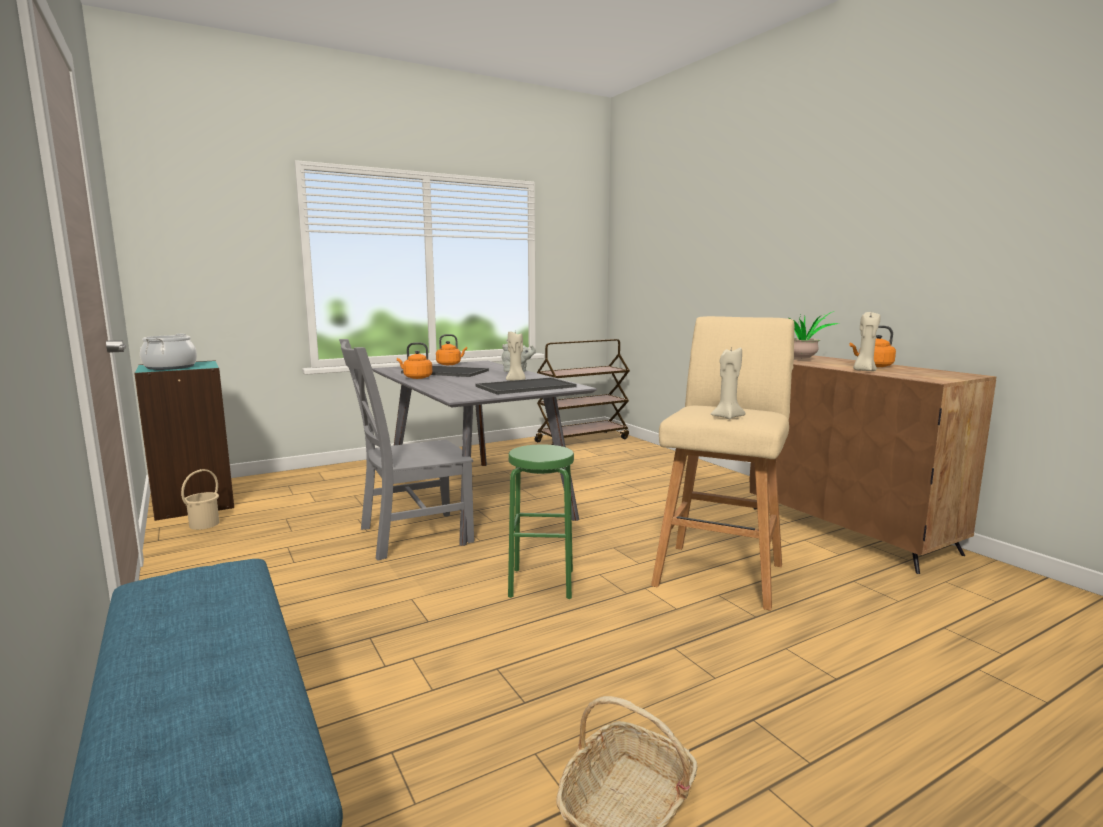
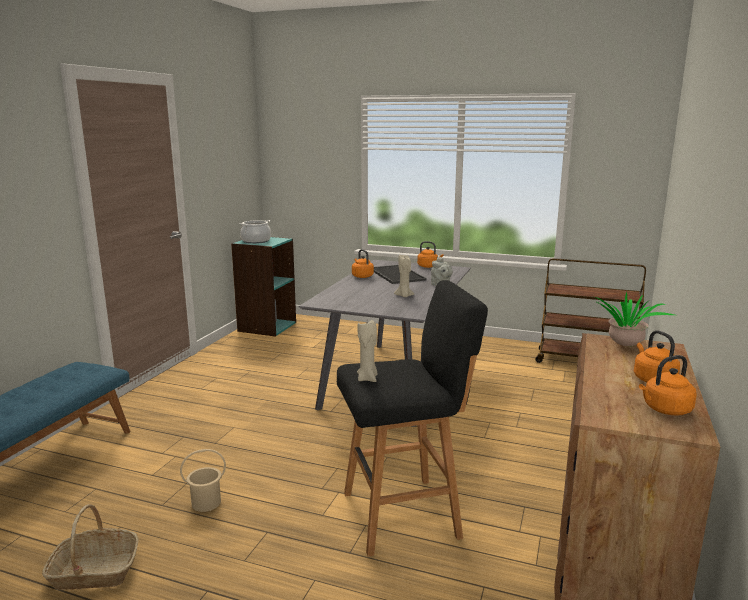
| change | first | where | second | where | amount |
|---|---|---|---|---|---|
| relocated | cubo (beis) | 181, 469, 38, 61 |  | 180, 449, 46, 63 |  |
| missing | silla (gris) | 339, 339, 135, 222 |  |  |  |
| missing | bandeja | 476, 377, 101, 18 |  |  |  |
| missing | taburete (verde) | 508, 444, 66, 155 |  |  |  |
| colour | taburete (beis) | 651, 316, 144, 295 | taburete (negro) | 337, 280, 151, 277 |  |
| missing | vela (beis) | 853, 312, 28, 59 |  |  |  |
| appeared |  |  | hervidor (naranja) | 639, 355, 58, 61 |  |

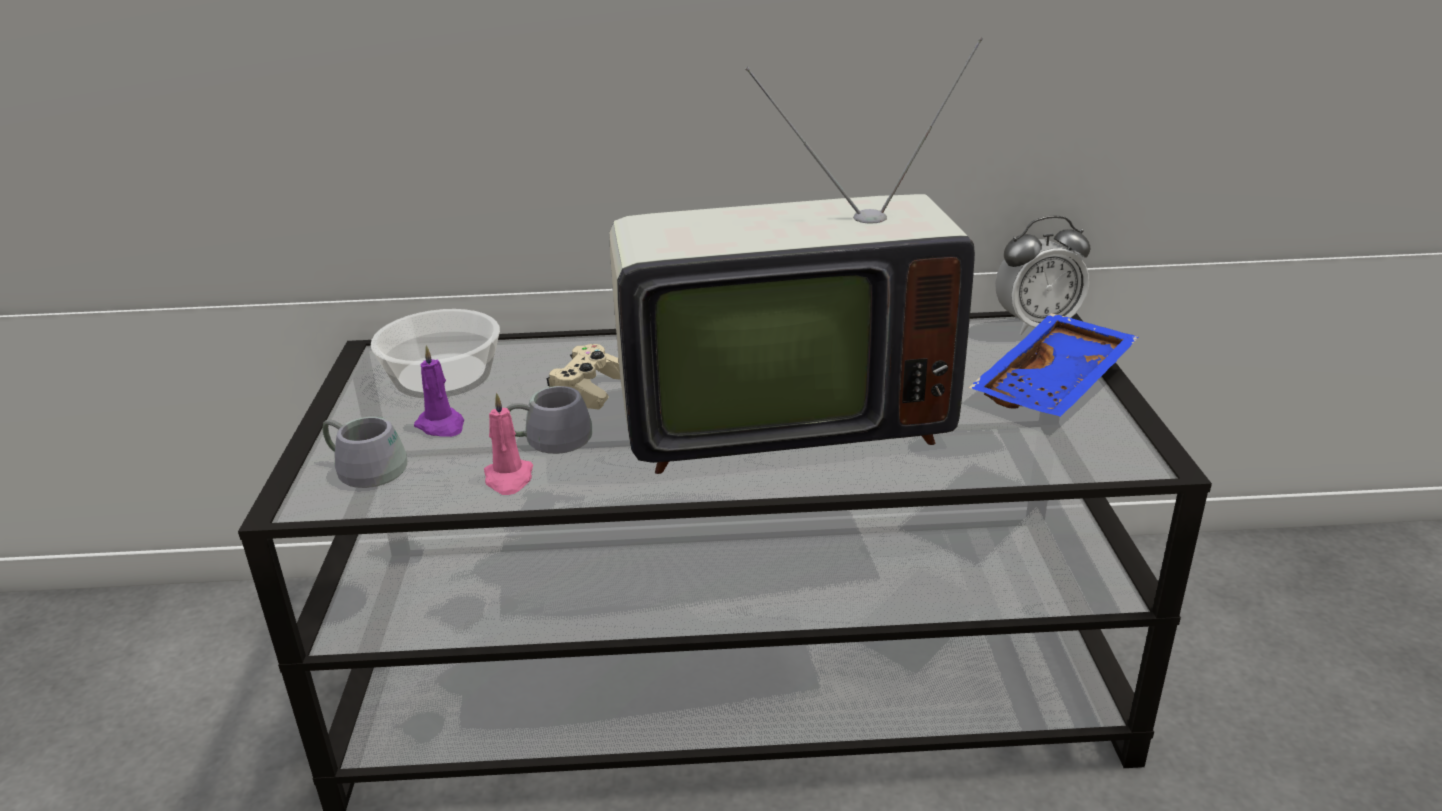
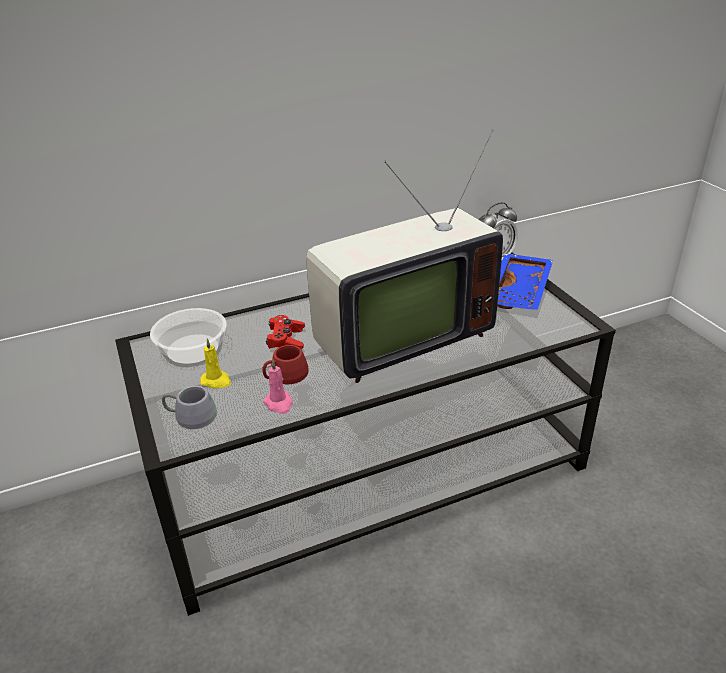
| change | first | where | second | where | amount |
|---|---|---|---|---|---|
| colour | vela (morado) | 414, 345, 50, 92 | vela (amarillo) | 200, 338, 31, 50 |  |
| colour | taza grande (gris) | 507, 386, 85, 68 | taza grande (rojo) | 262, 345, 46, 39 |  |
| colour | mando de consola (beis) | 547, 344, 74, 66 | mando de consola (rojo) | 266, 315, 39, 35 |  |

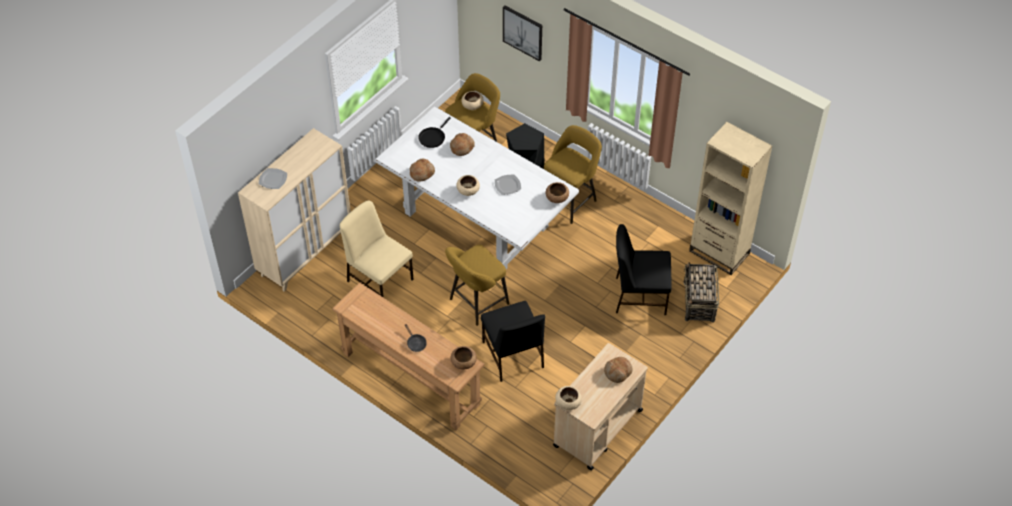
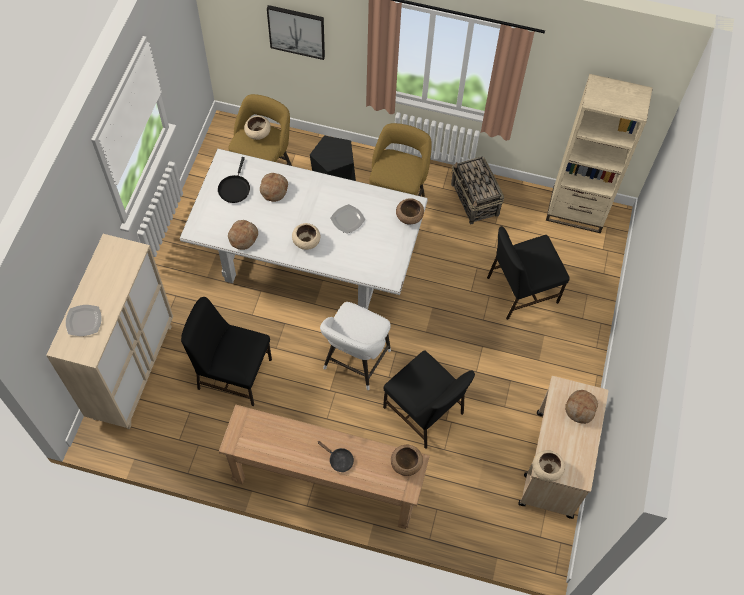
| change | first | where | second | where | amount |
|---|---|---|---|---|---|
| colour | silla (beis) | 340, 200, 74, 98 | silla (negro) | 181, 297, 91, 109 |  |
| colour | taburete (amarillo) | 445, 245, 64, 81 | taburete (blanco) | 320, 302, 71, 88 |  |
| relocated | cesta | 683, 262, 36, 60 |  | 451, 156, 53, 68 |  |

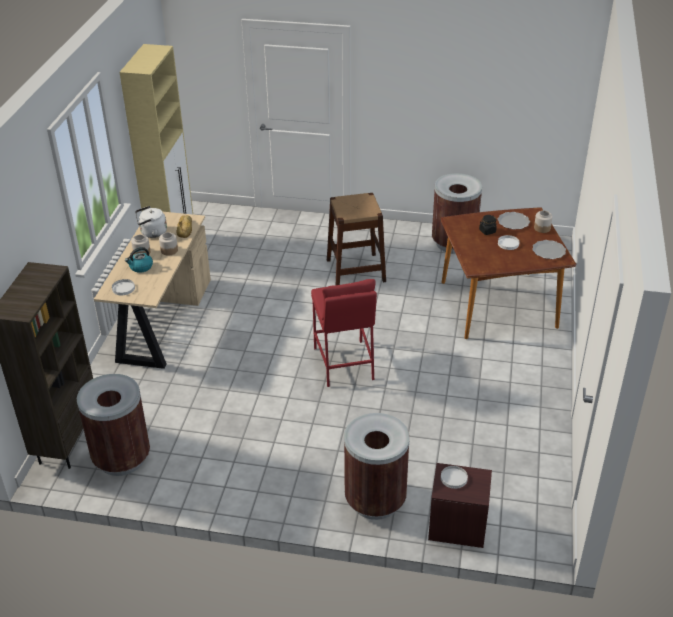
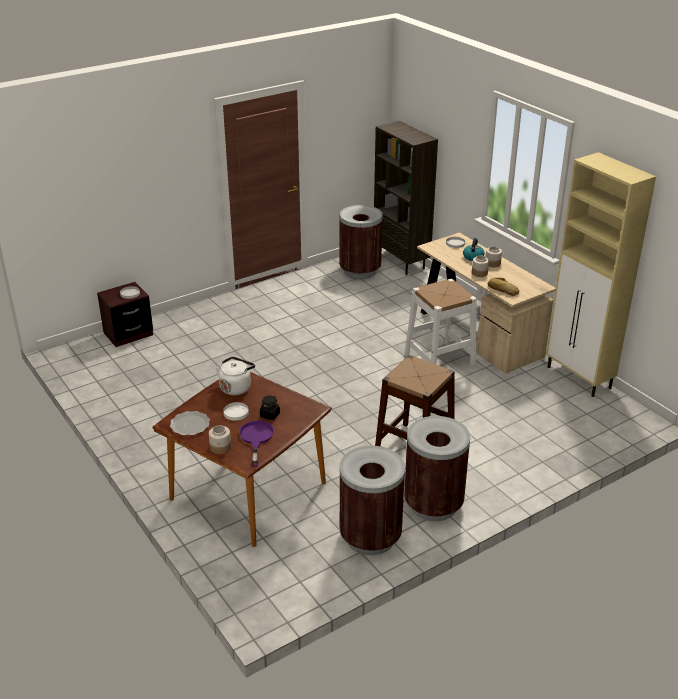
| change | first | where | second | where | amount |
|---|---|---|---|---|---|
| relocated | hervidor (blanco) | 135, 206, 32, 32 |  | 215, 357, 40, 38 |  |
| missing | taburete (rojo) | 311, 279, 66, 108 |  |  |  |
| relocated | papelera (marrón) | 344, 413, 66, 107 |  | 404, 416, 66, 105 |  |
| exchanged | plato | 497, 212, 33, 17 | sartén (morado) | 239, 420, 35, 47 |  |
| appeared |  |  | taburete (blanco) | 404, 279, 73, 90 |  |

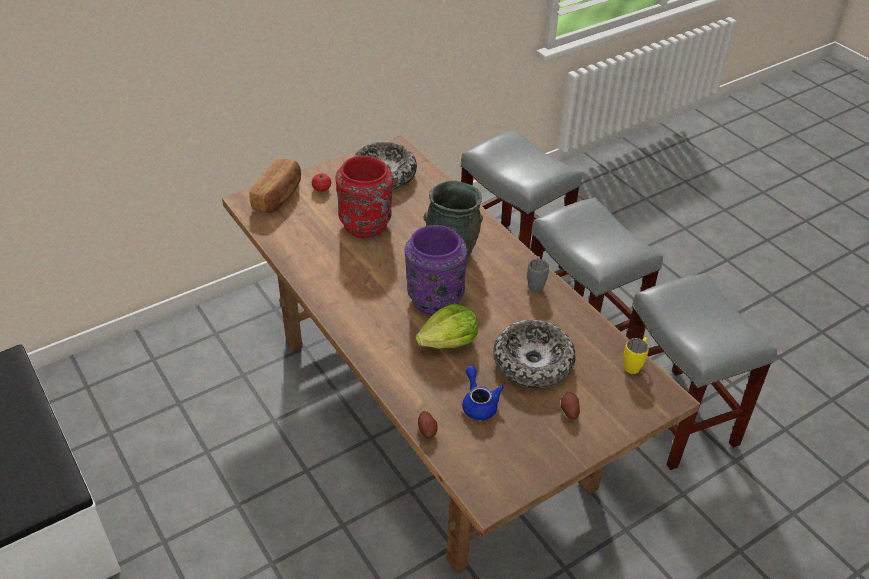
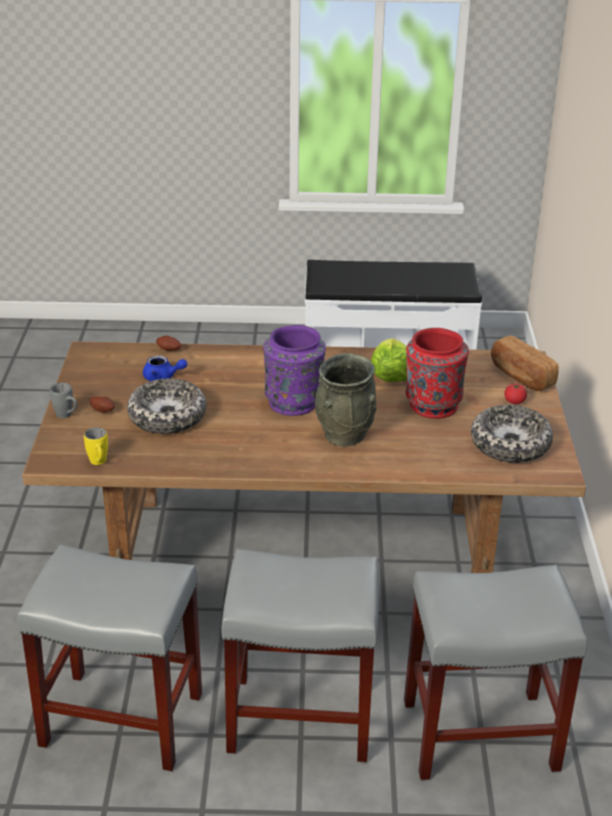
| change | first | where | second | where | amount |
|---|---|---|---|---|---|
| relocated | lechuga | 416, 304, 62, 45 |  | 371, 338, 36, 44 |  |
| relocated | taza grande (gris) | 527, 256, 22, 36 |  | 50, 382, 27, 36 |  |

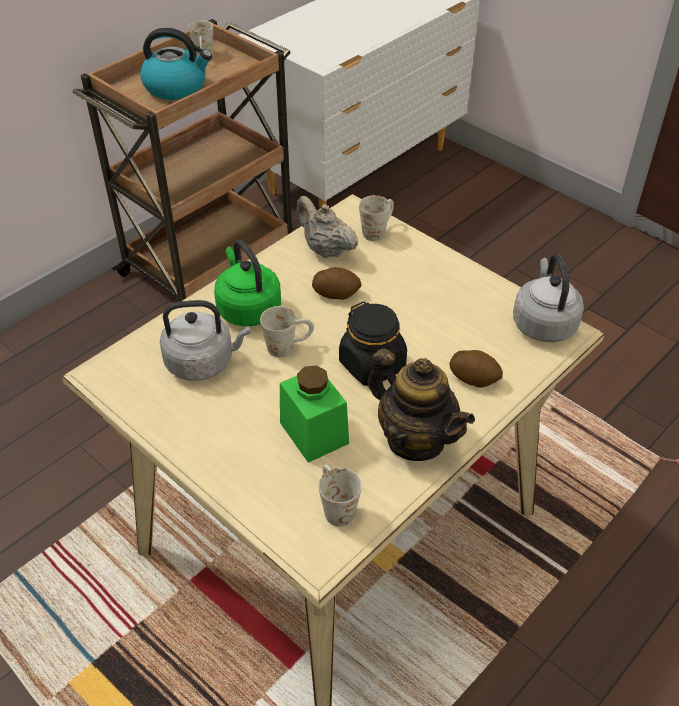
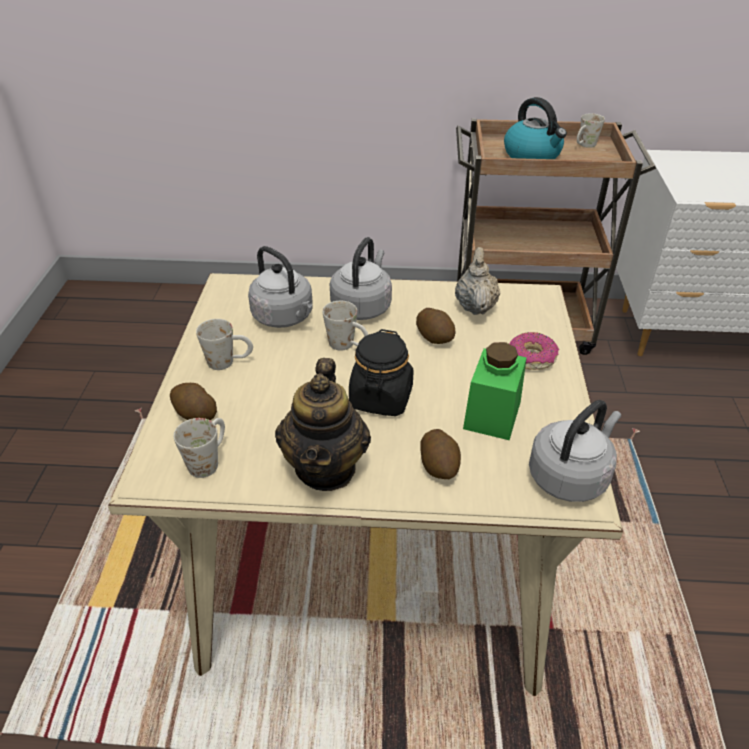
| change | first | where | second | where | amount |
|---|---|---|---|---|---|
| colour | hervidor (verde) | 214, 240, 67, 86 | hervidor (gris) | 330, 237, 62, 83 |  |
| relocated | tarro (verde) | 280, 365, 69, 98 |  | 463, 342, 64, 98 |  |
| relocated | taza grande (blanco) | 359, 195, 35, 46 |  | 196, 319, 57, 51 |  |
| appeared |  |  | patata | 170, 383, 47, 37 |  |
| appeared |  |  | rosquilla | 510, 332, 49, 38 |  |

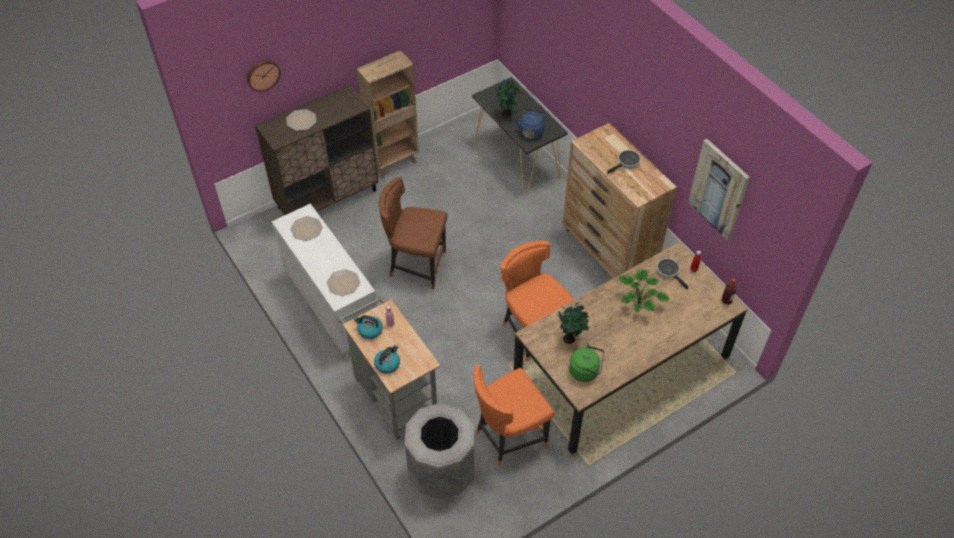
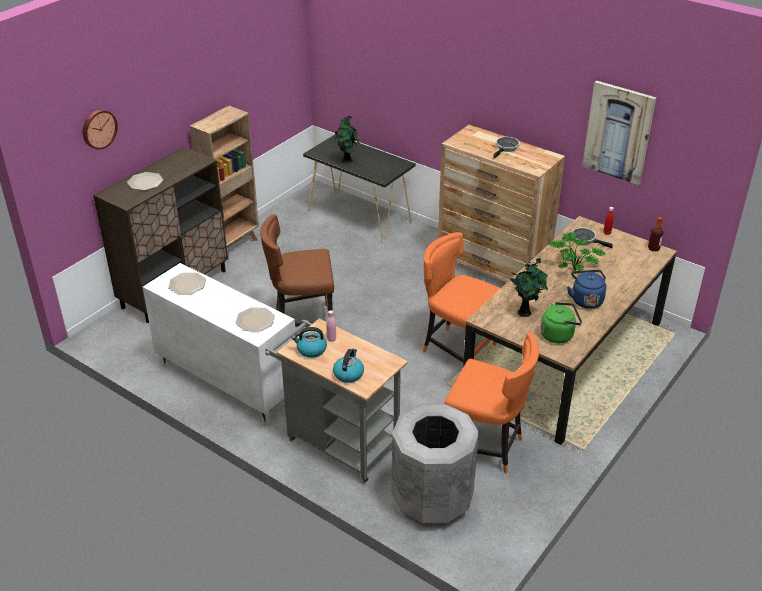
| change | first | where | second | where | amount |
|---|---|---|---|---|---|
| spun | silla (naranja) | 474, 365, 80, 102 |  | 444, 332, 95, 142 | 105 degrees counterclockwise |
| relocated | hervidor (azul) | 515, 109, 31, 31 |  | 567, 270, 39, 39 |  |

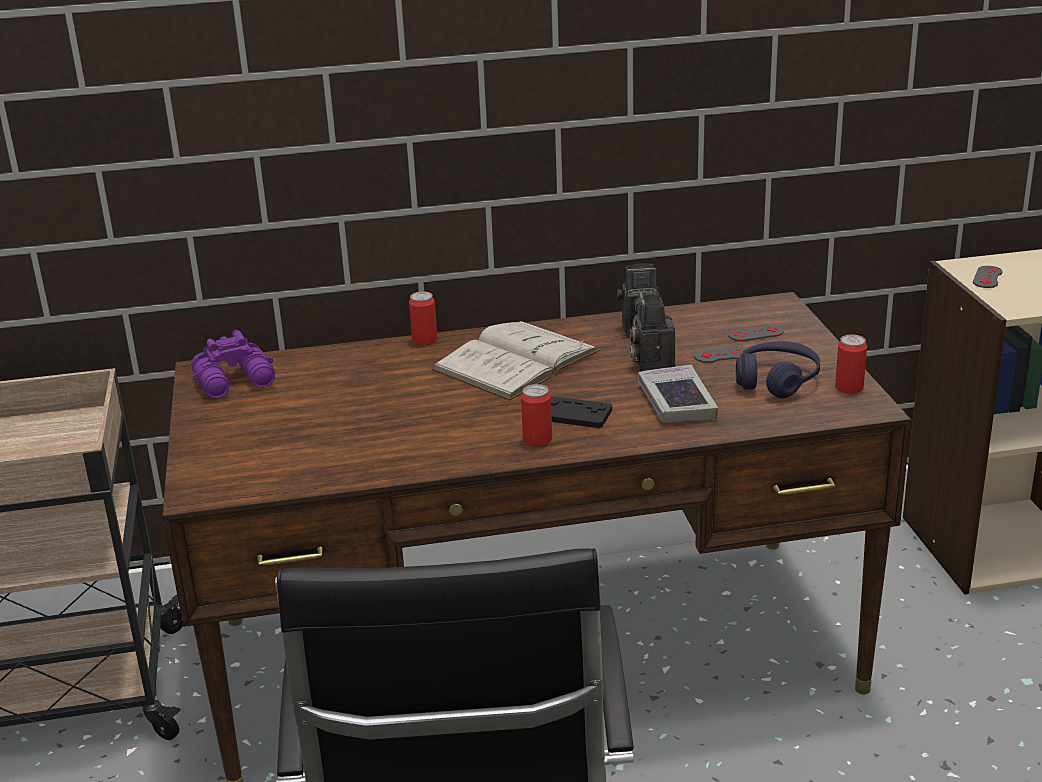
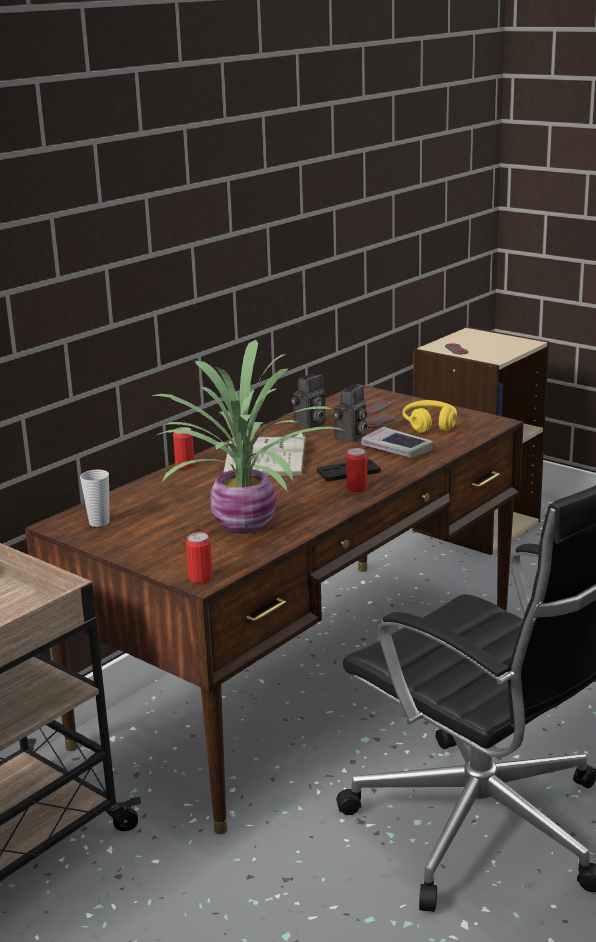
| change | first | where | second | where | amount |
|---|---|---|---|---|---|
| exchanged | prismáticos (morado) | 192, 330, 83, 68 | taza | 80, 470, 29, 57 |  |
| spun | cámara | 630, 293, 45, 79 |  | 333, 385, 35, 57 | 105 degrees counterclockwise |
| colour | auriculares (morado) | 736, 341, 84, 58 | auriculares (amarillo) | 403, 400, 54, 33 |  |
| relocated | lata | 835, 335, 32, 59 |  | 186, 532, 27, 51 |  |
| appeared |  |  | planta en maceta | 151, 340, 200, 194 |  |

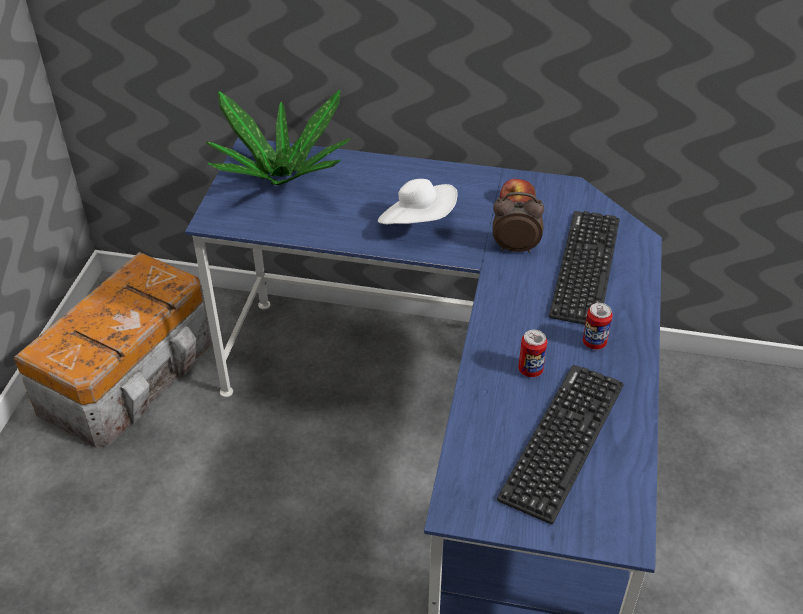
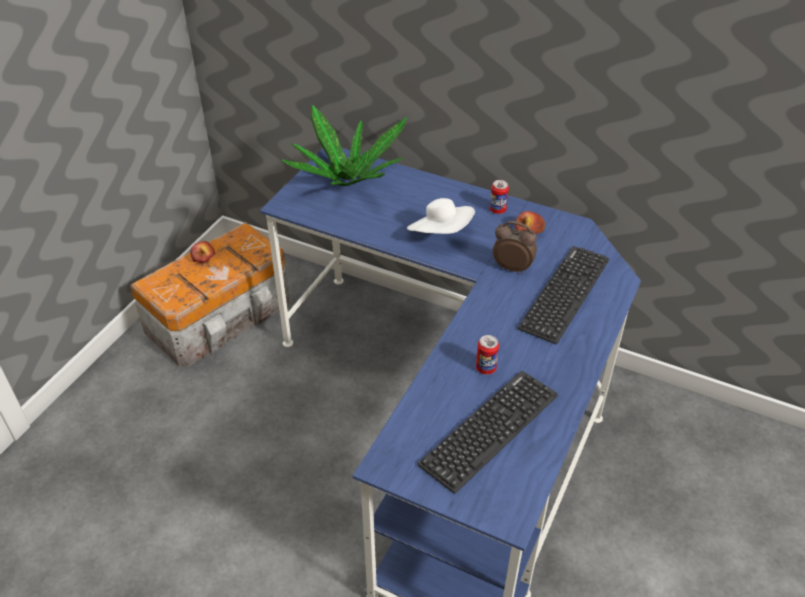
| change | first | where | second | where | amount |
|---|---|---|---|---|---|
| relocated | lata | 583, 303, 30, 47 |  | 490, 180, 19, 34 |  |
| appeared |  |  | manzana | 190, 241, 25, 22 |  |

